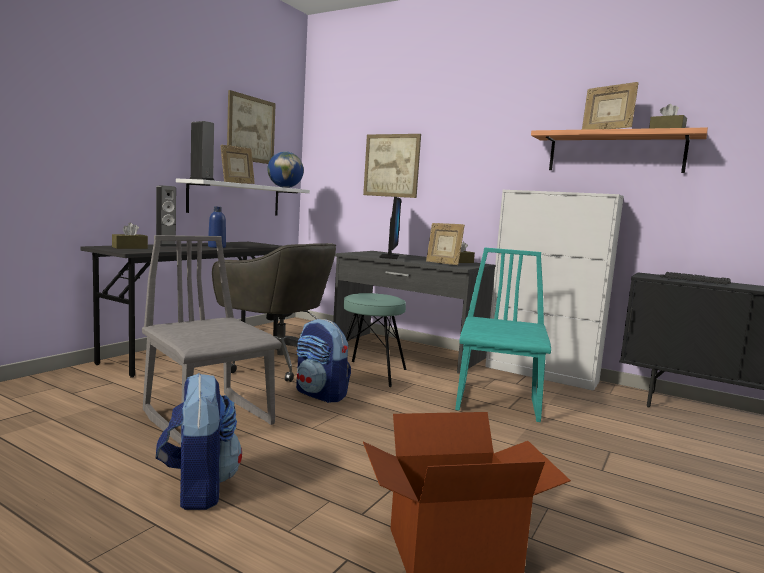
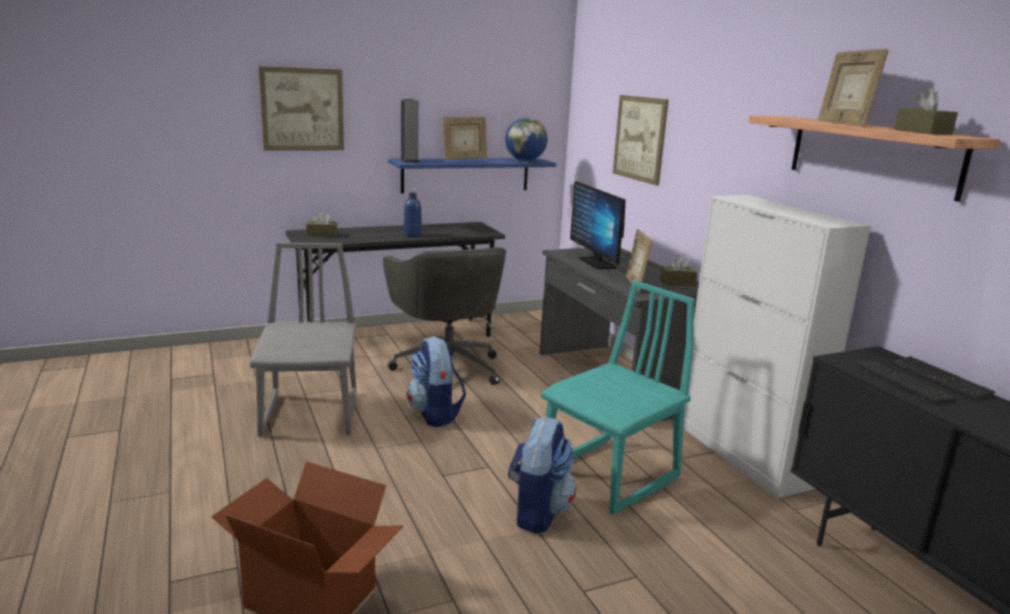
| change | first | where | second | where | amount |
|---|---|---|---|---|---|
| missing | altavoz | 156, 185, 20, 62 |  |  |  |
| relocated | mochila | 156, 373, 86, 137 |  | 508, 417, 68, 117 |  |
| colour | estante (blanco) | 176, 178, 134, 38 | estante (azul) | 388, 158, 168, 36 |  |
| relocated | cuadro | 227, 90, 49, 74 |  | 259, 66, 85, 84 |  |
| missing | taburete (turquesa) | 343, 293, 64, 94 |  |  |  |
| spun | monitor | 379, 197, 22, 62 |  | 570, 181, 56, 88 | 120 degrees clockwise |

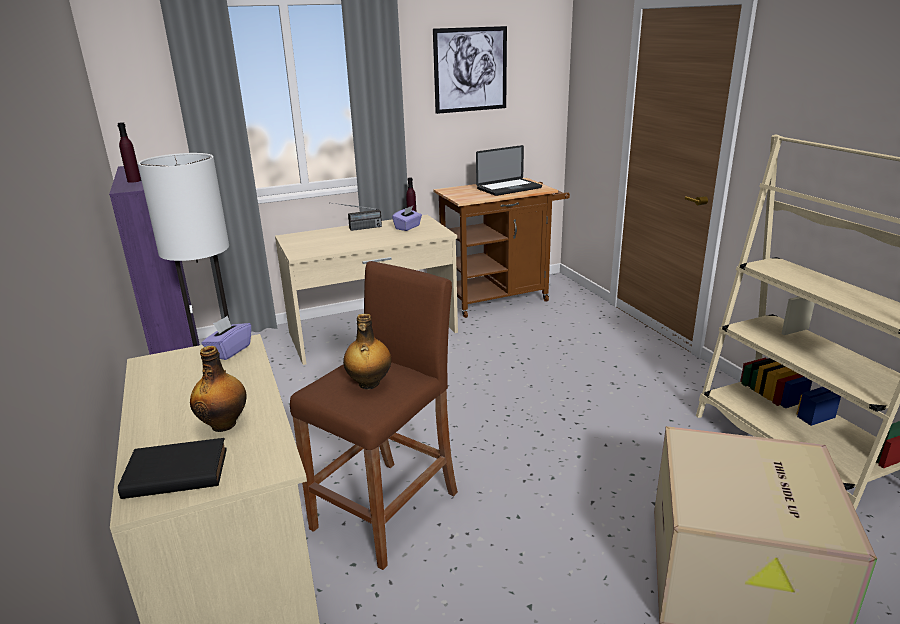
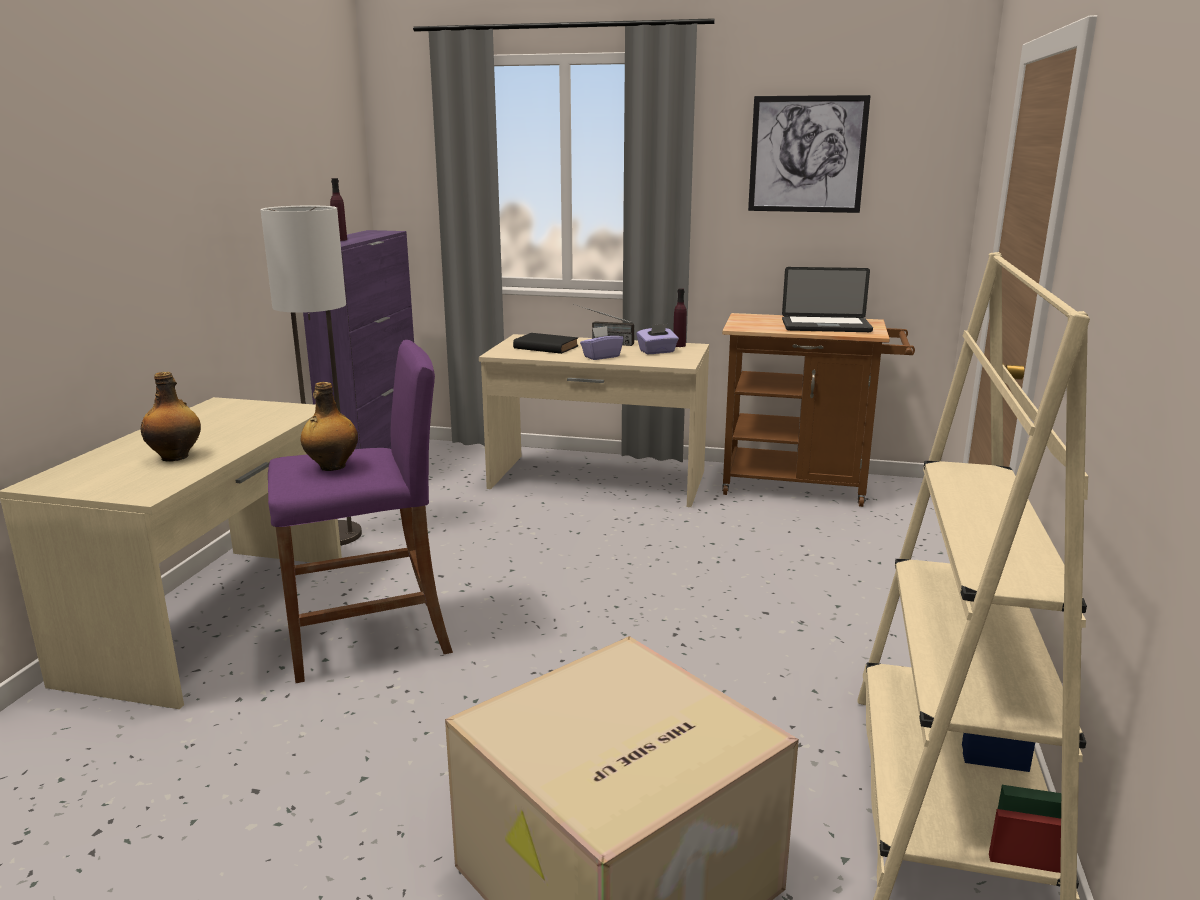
| change | first | where | second | where | amount |
|---|---|---|---|---|---|
| relocated | libro (negro) | 118, 438, 109, 61 |  | 513, 333, 65, 21 |  |
| relocated | caja de pañuelos (morado) | 201, 316, 50, 44 |  | 580, 326, 43, 34 |  |
| colour | taburete (marrón) | 290, 261, 168, 309 | taburete (morado) | 268, 340, 185, 343 |  |

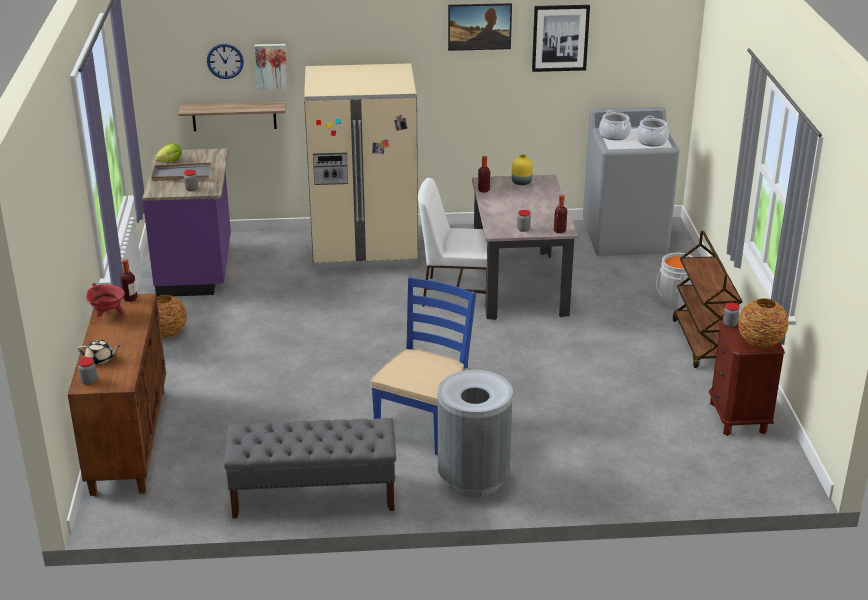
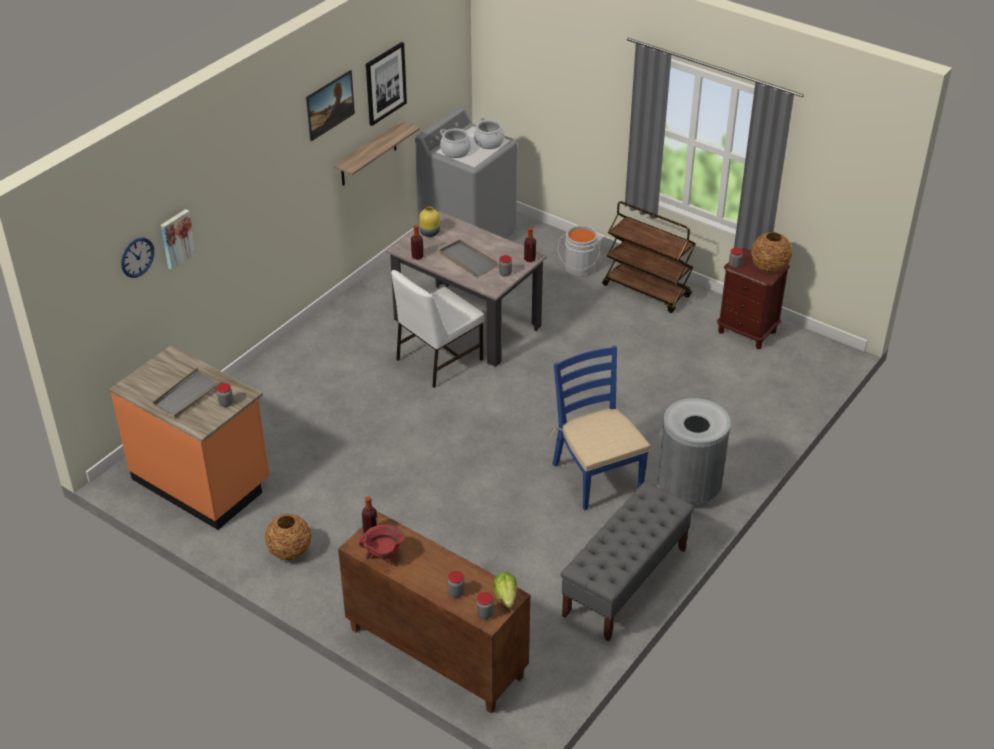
| change | first | where | second | where | amount |
|---|---|---|---|---|---|
| exchanged | tetera (beis) | 78, 340, 43, 25 | tarro | 448, 571, 17, 27 |  |
| colour | mueble bajo de cocina (morado) | 142, 148, 89, 149 | mueble bajo de cocina (naranja) | 109, 345, 160, 185 |  |
| relocated | lechuga | 155, 143, 27, 19 |  | 493, 572, 24, 36 |  |
| relocated | estante | 178, 102, 108, 29 |  | 333, 121, 87, 65 |  |
| missing | nevera (beis) | 304, 63, 114, 207 |  |  |  |
| appeared |  |  | bandeja (gris) | 439, 240, 59, 37 |  |

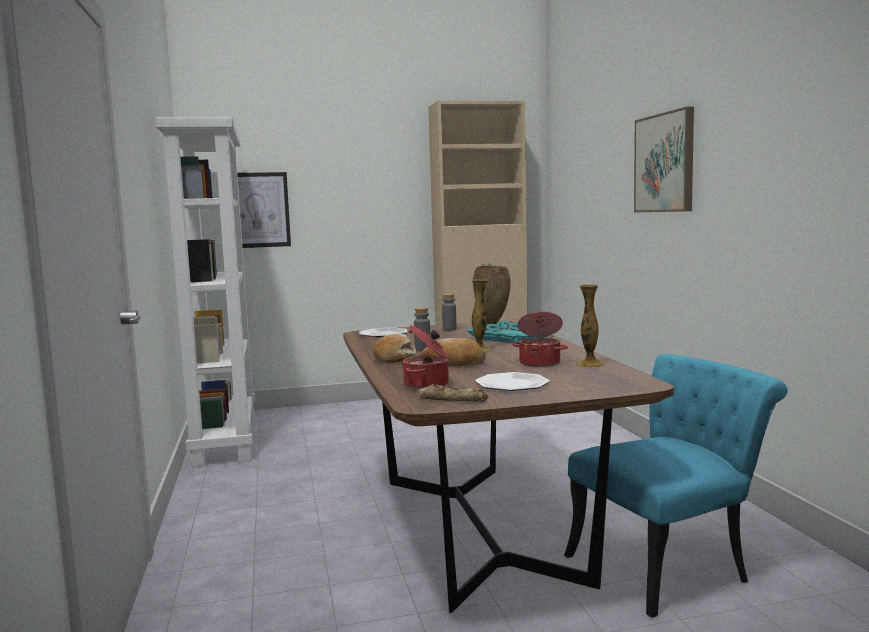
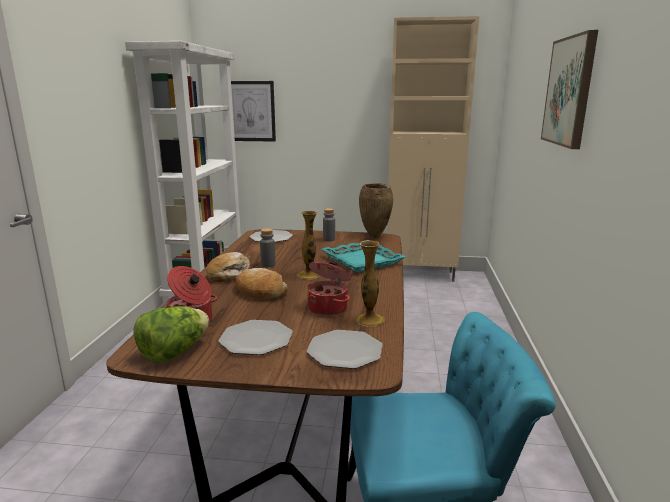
| change | first | where | second | where | amount |
|---|---|---|---|---|---|
| exchanged | pan | 419, 384, 69, 18 | lechuga | 133, 306, 76, 58 |  |
| appeared |  |  | plato | 307, 330, 76, 39 |  |

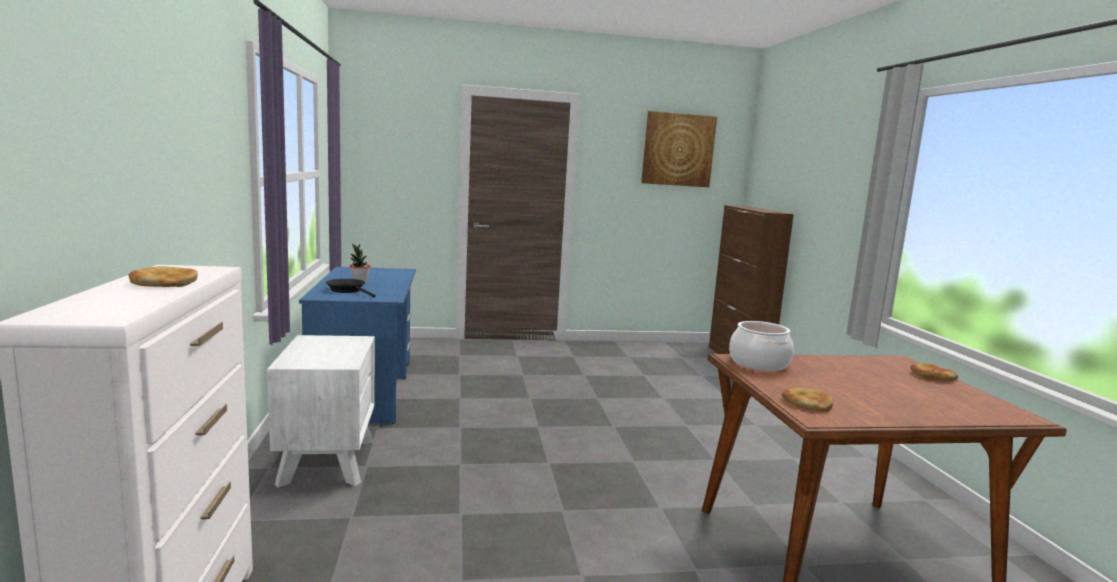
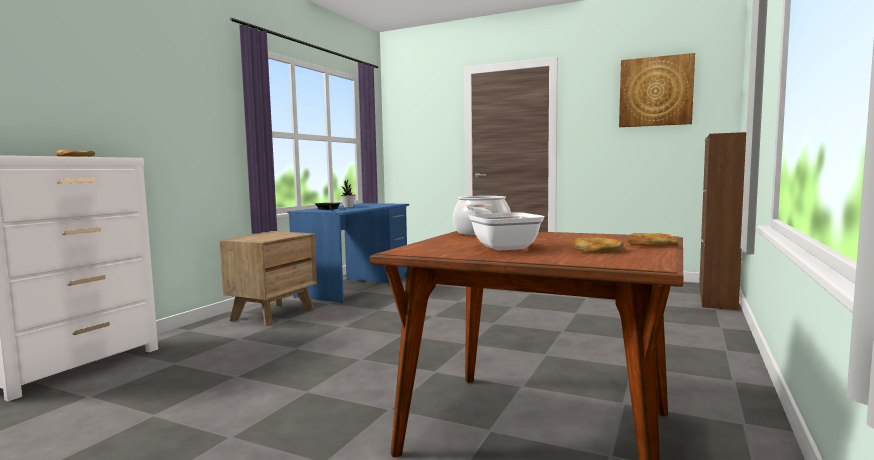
| change | first | where | second | where | amount |
|---|---|---|---|---|---|
| colour | mesita de noche (blanco) | 267, 335, 108, 153 | mesita de noche (marrón) | 220, 232, 97, 95 |  |
| relocated | pan | 782, 387, 51, 24 |  | 571, 237, 53, 17 |  |
| appeared |  |  | sartén | 468, 208, 77, 43 |  |

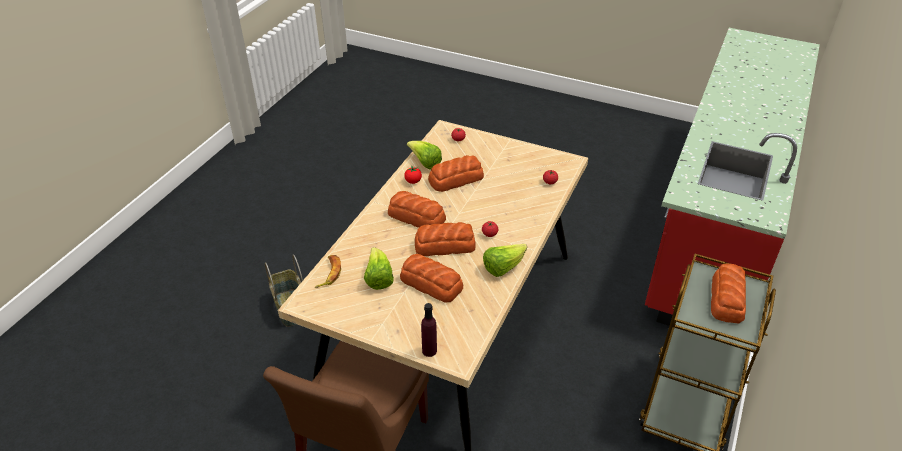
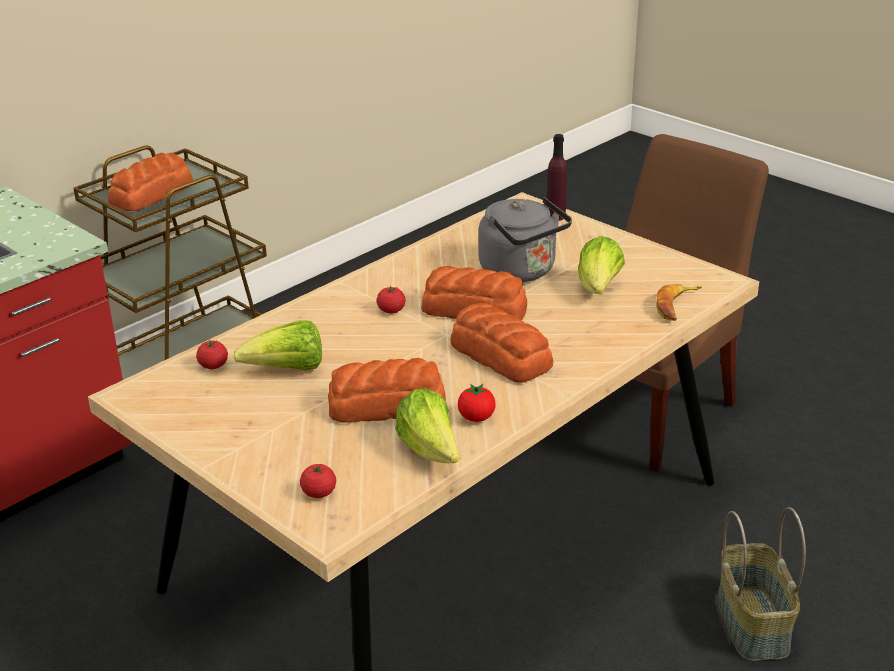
| change | first | where | second | where | amount |
|---|---|---|---|---|---|
| exchanged | pan | 400, 254, 63, 49 | hervidor (gris) | 478, 198, 94, 84 |  |
| relocated | lechuga | 483, 244, 44, 33 |  | 233, 320, 89, 51 |  |

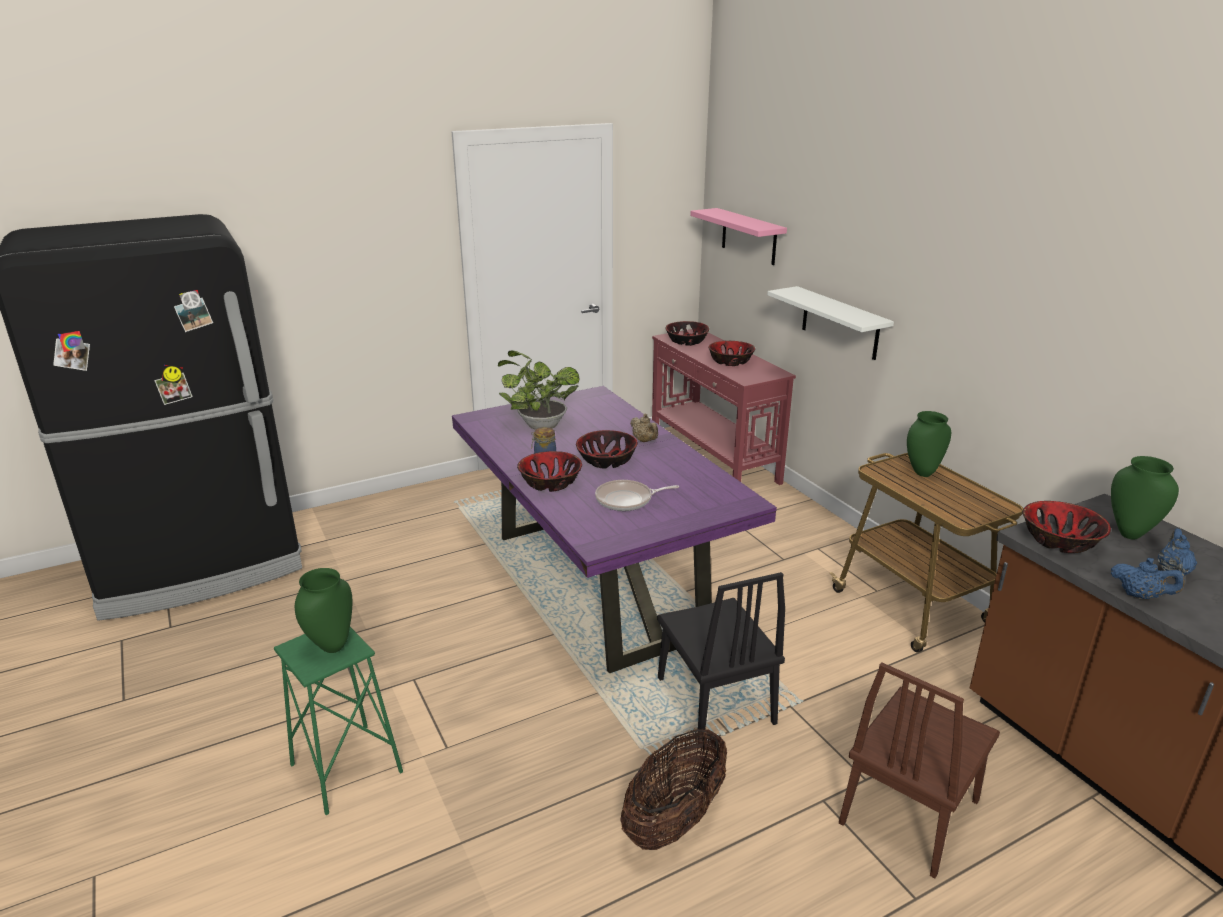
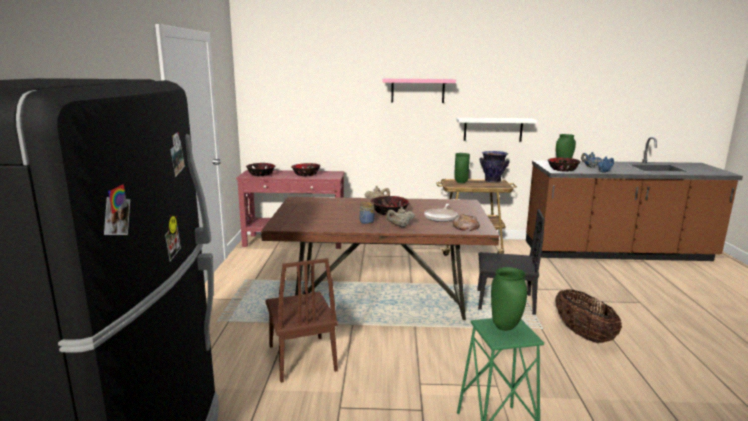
| change | first | where | second | where | amount |
|---|---|---|---|---|---|
| colour | mesa de comedor (morado) | 452, 386, 325, 287 | mesa de comedor (marrón) | 261, 197, 238, 123 |  |
| missing | planta en maceta | 498, 350, 81, 80 |  |  |  |
| exchanged | cuenco | 517, 451, 65, 41 | tetera (beis) | 386, 206, 29, 21 |  |
| relocated | estante (rosa) | 690, 208, 97, 57 |  | 383, 79, 73, 24 |  |
| relocated | estante (blanco) | 767, 286, 127, 74 |  | 456, 118, 82, 23 |  |
| relocated | silla (marrón) | 839, 663, 161, 215 |  | 266, 258, 72, 125 |  |
| appeared |  |  | pan | 451, 214, 29, 17 |  |
| appeared |  |  | florero | 480, 151, 29, 32 |  |

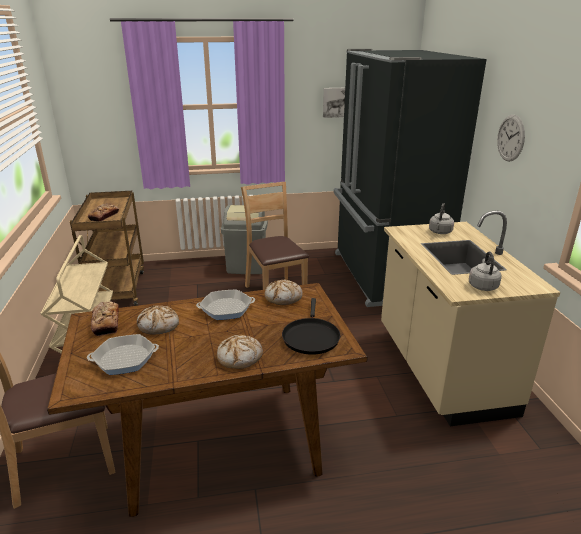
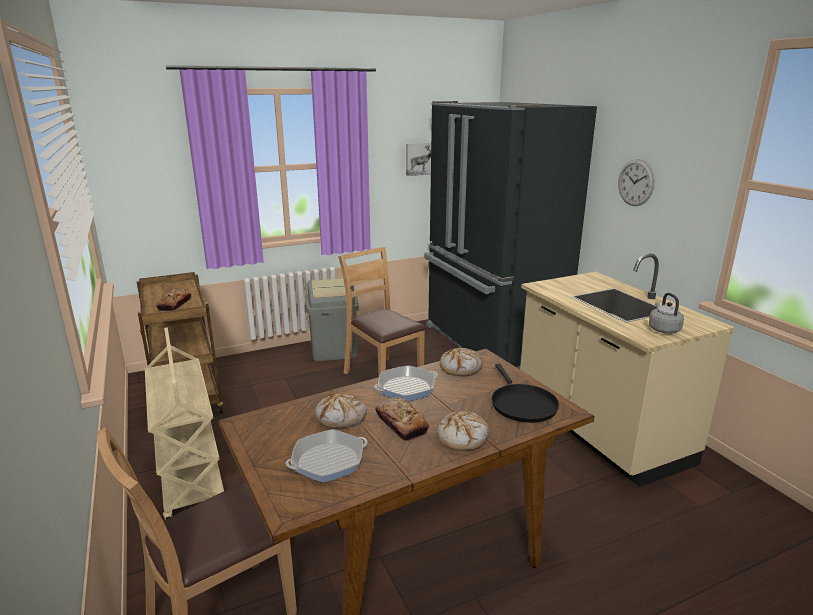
| change | first | where | second | where | amount |
|---|---|---|---|---|---|
| relocated | pan | 91, 302, 28, 34 |  | 375, 397, 54, 44 |  |
| missing | hervidor (gris) | 429, 203, 25, 31 |  |  |  |

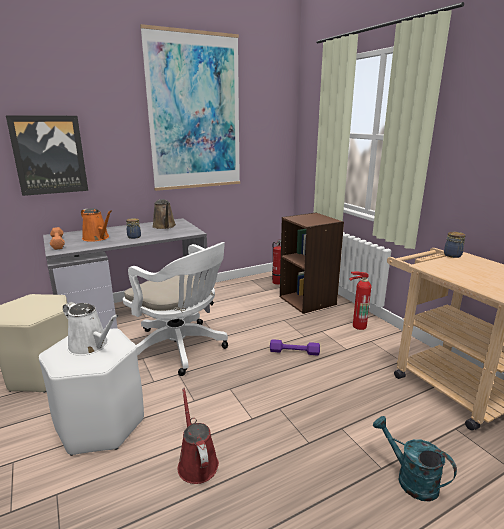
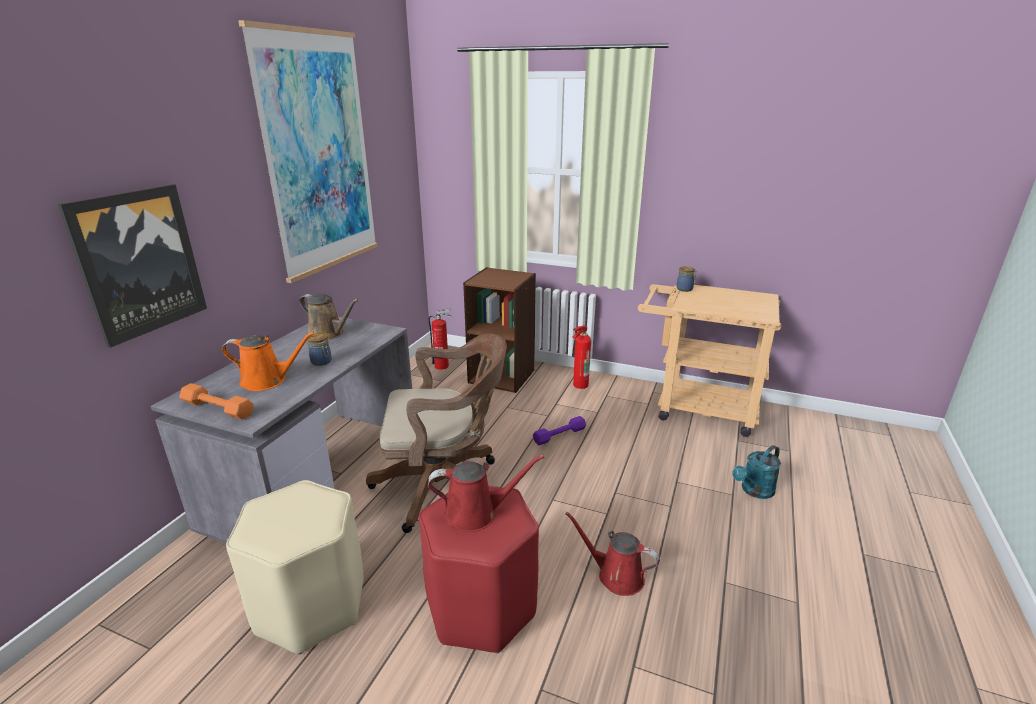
| change | first | where | second | where | amount |
|---|---|---|---|---|---|
| colour | taburete (blanco) | 39, 328, 105, 128 | taburete (rojo) | 419, 486, 120, 168 |  |
| colour | regadera (blanco) | 63, 302, 56, 54 | regadera (rojo) | 428, 455, 117, 77 |  |
| colour | silla de oficina (blanco) | 123, 242, 105, 134 | silla de oficina (marrón) | 366, 334, 141, 199 |  |
| spun | regadera (turquesa) | 373, 416, 84, 86 |  | 732, 445, 49, 54 | 45 degrees counterclockwise |

